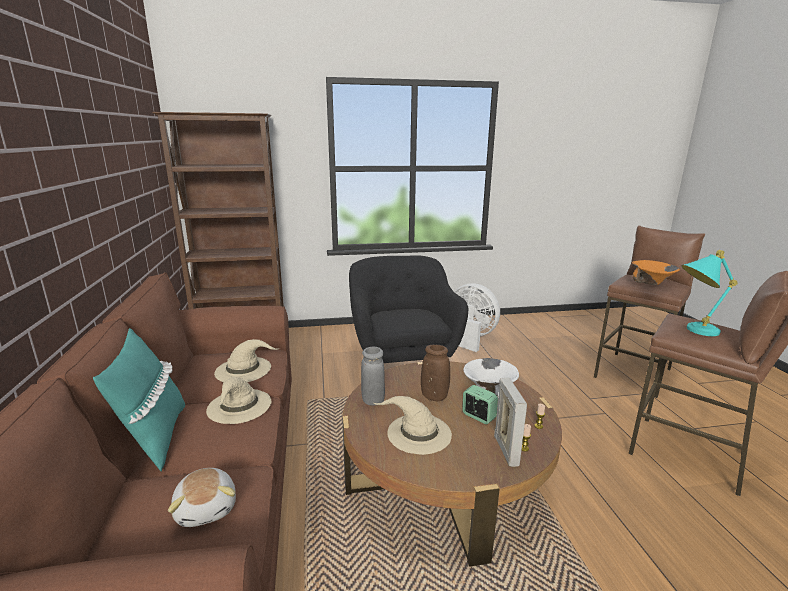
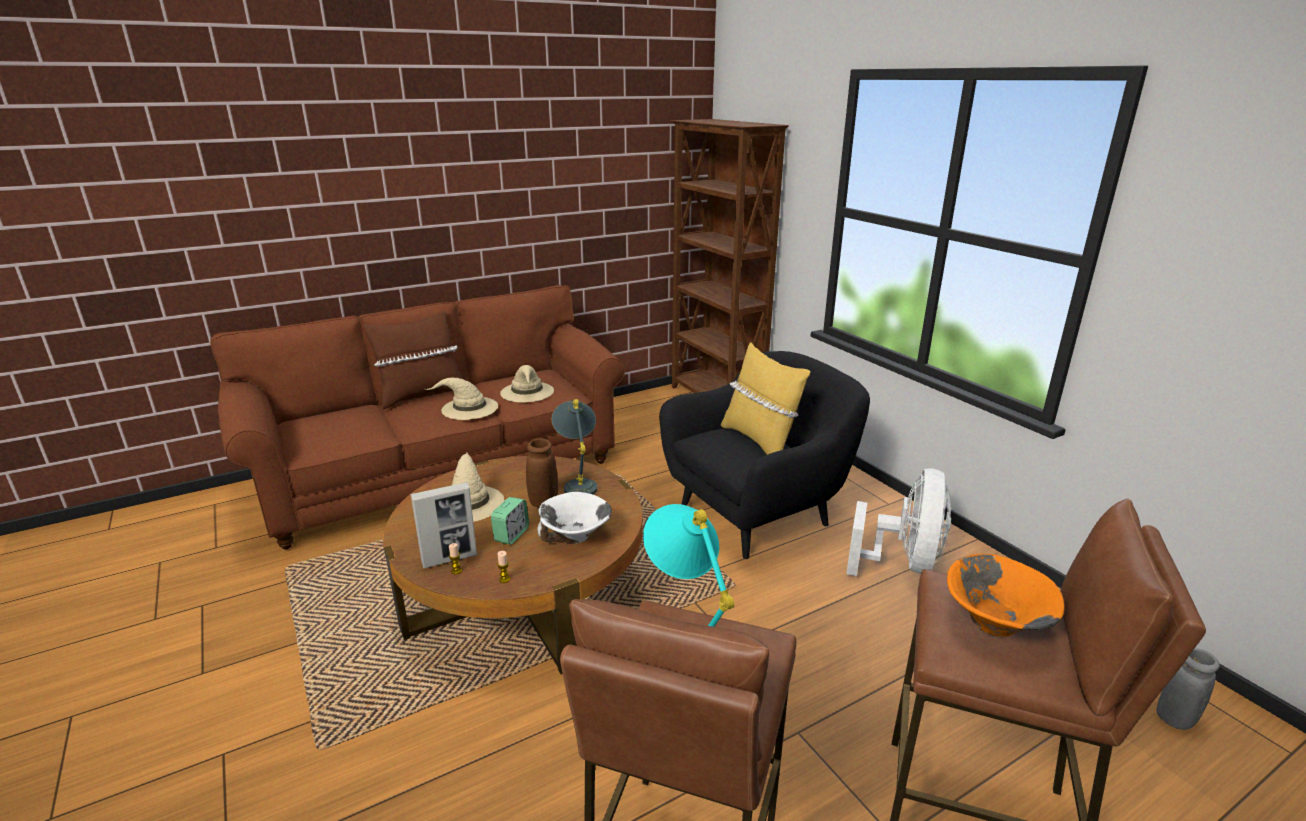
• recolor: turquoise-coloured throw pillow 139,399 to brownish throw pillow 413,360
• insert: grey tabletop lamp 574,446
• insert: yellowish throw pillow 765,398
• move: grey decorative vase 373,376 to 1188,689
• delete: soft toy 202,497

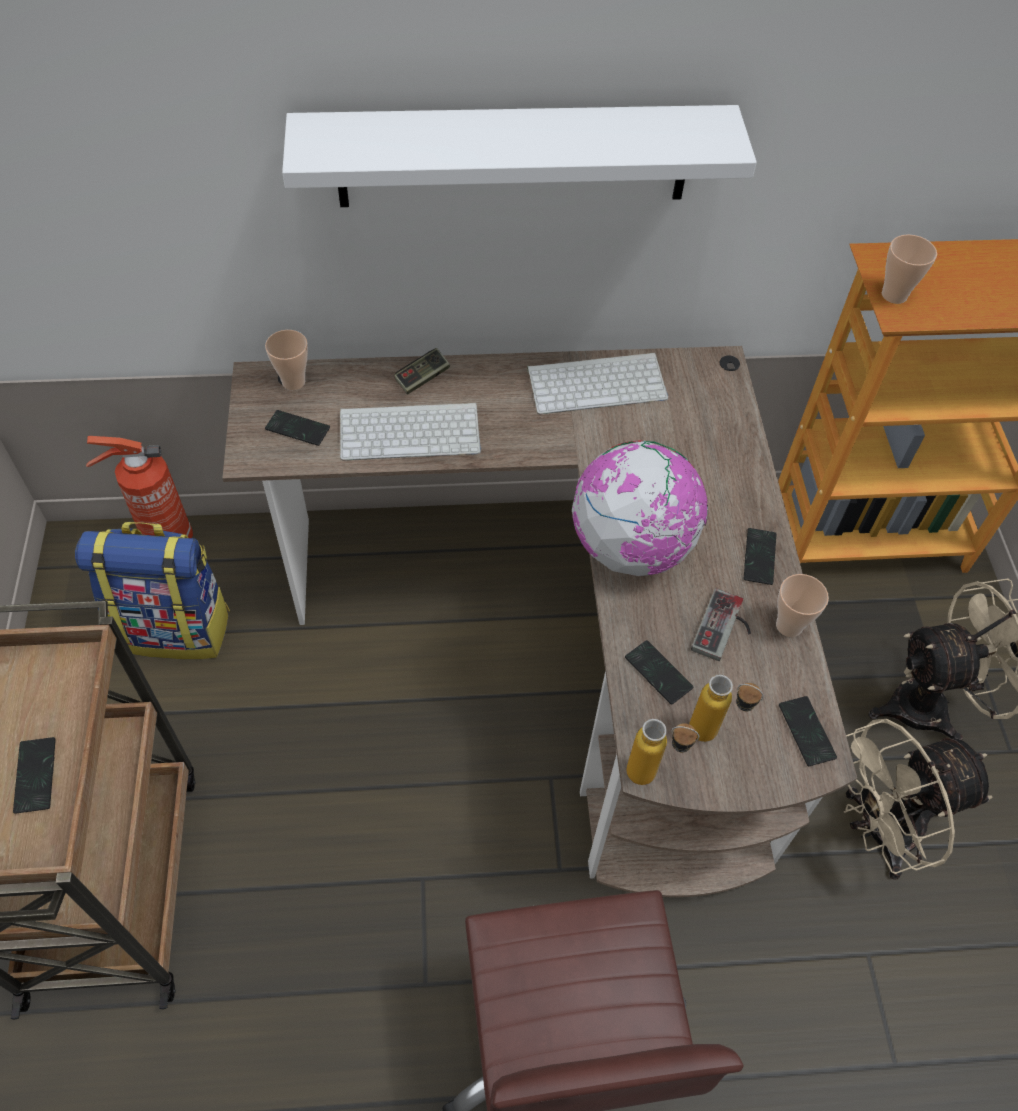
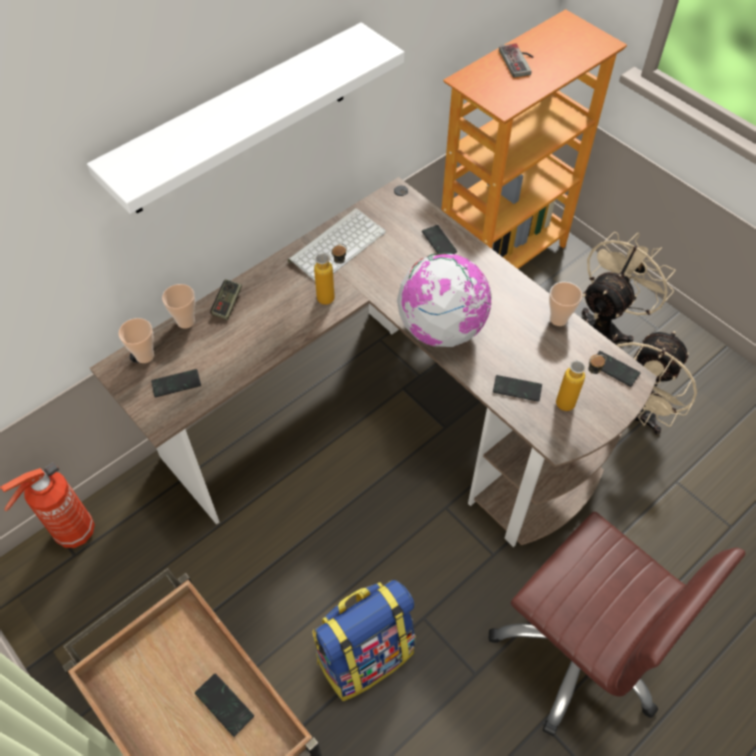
• move: small cup 909,269 to 178,306
• move: knapsack 152,590 to 364,641
• move: beverage bottle 662,752 to 330,274
• move: handset 760,556 to 439,240
• move: game controller 721,624 to 516,61
• delete: computer keyboard 410,432

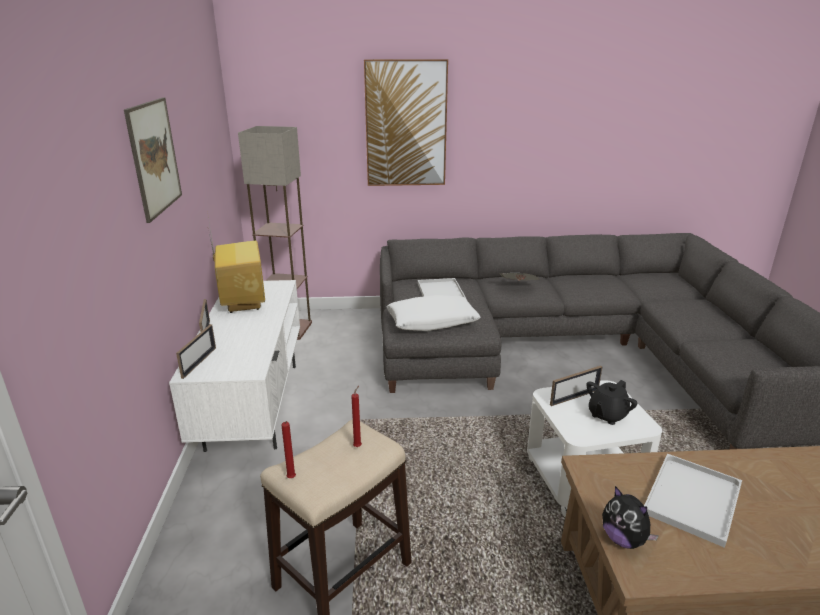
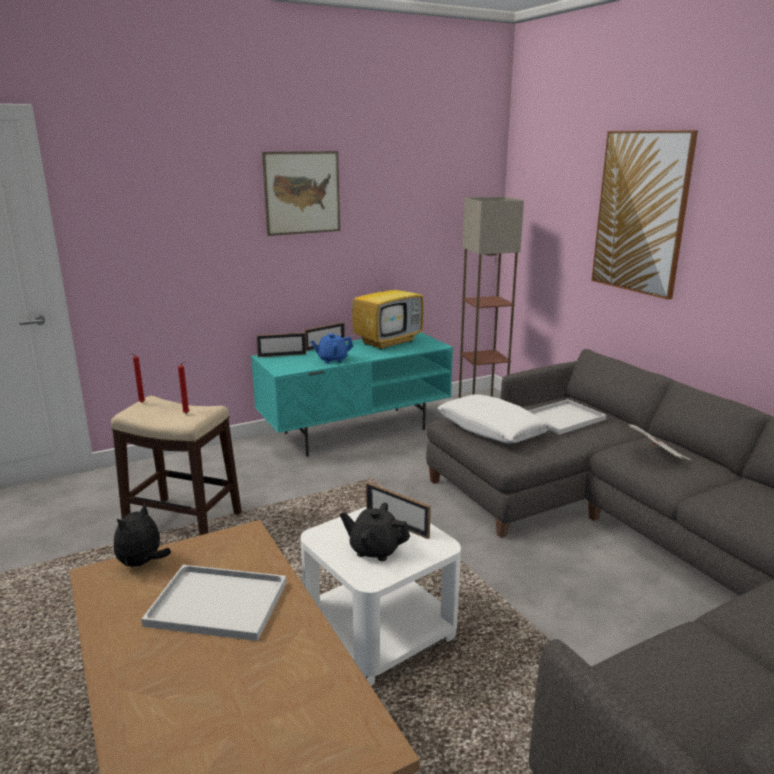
• recolor: whitish tv unit 234,366 to turquoise-coloured tv unit 352,394
• insert: blue-coloured tea pot 331,349

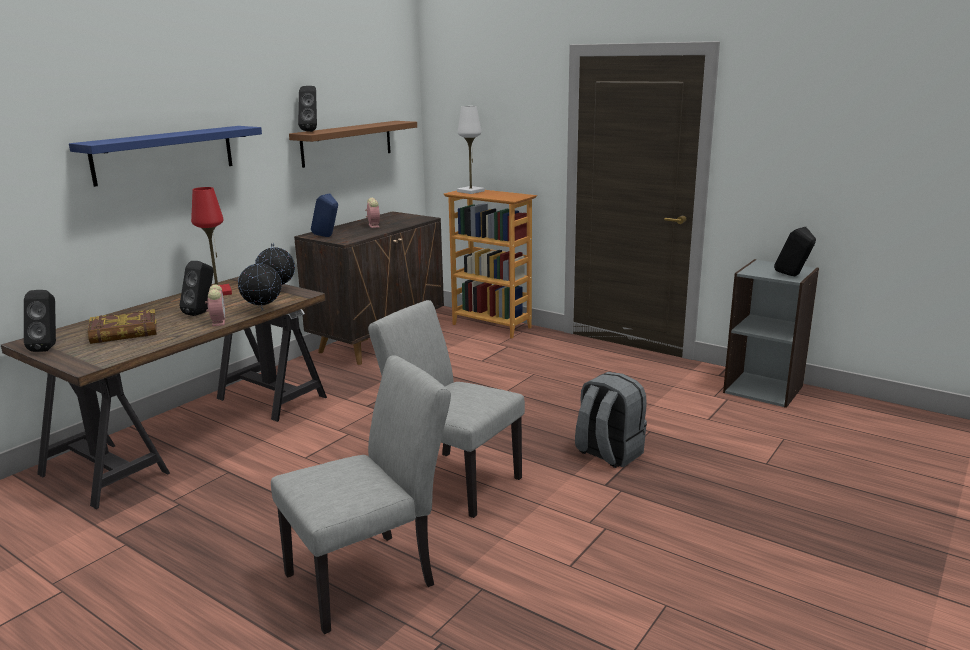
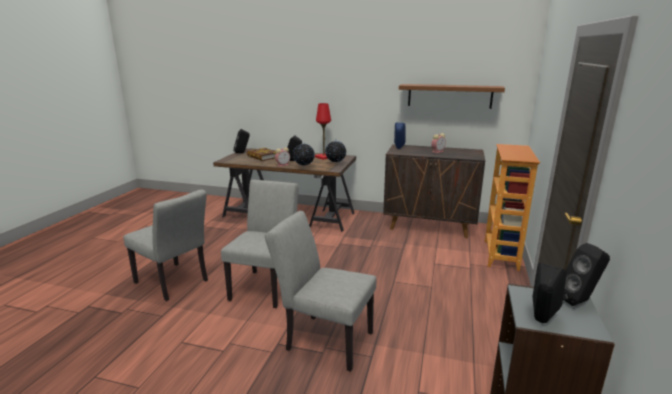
• replace: grey knapsack 611,420 to grey plain chair 320,291
• move: black speaker 307,109 to 586,274
• delete: blue-coloured shelf 165,156
• delete: whitish tabletop lamp 471,150

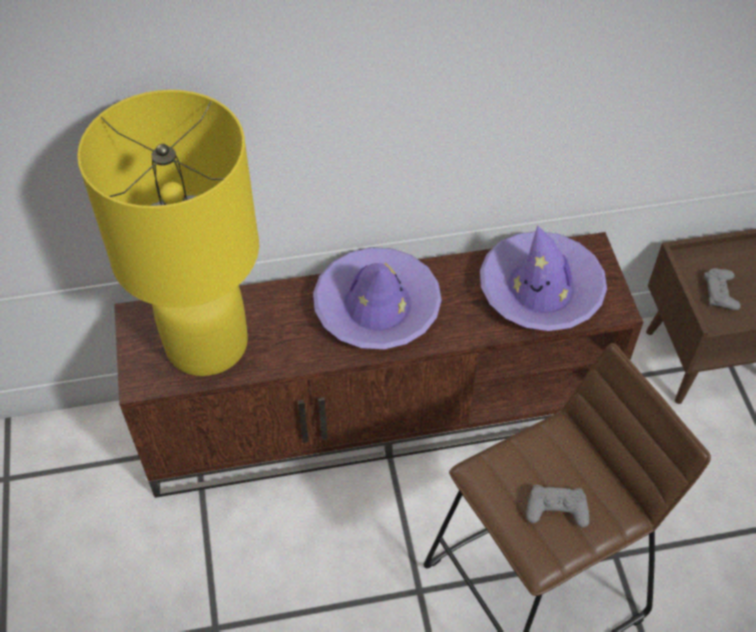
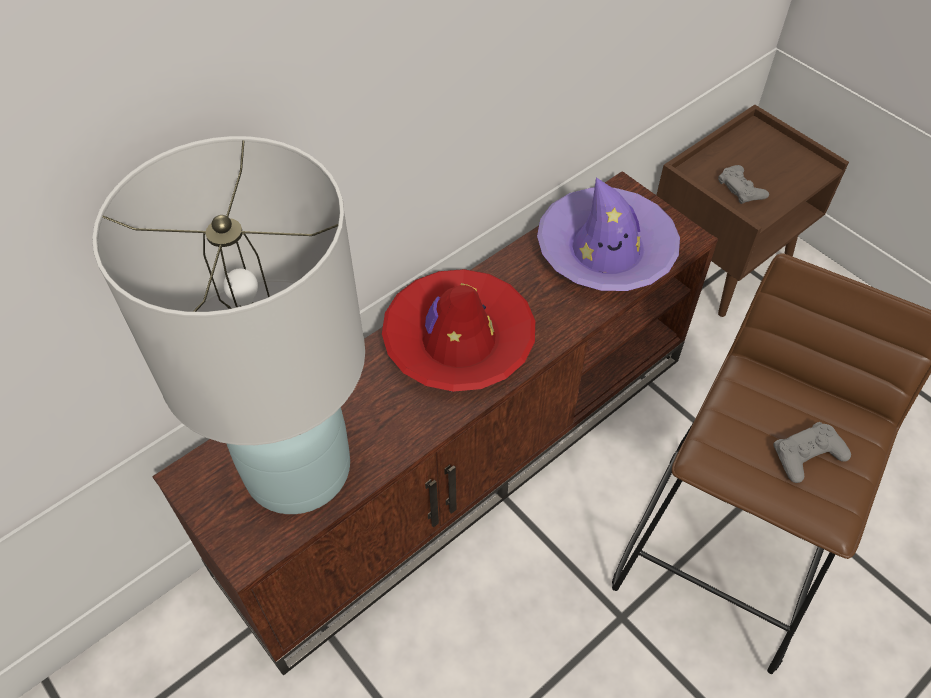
• recolor: yellowish tabletop lamp 168,233 to whitish tabletop lamp 228,325
• recolor: purple-coloured clothing hat 377,298 to reddish clothing hat 458,330

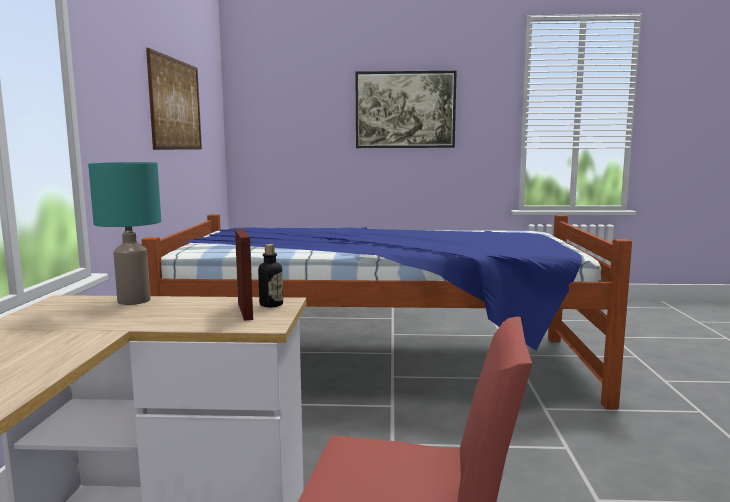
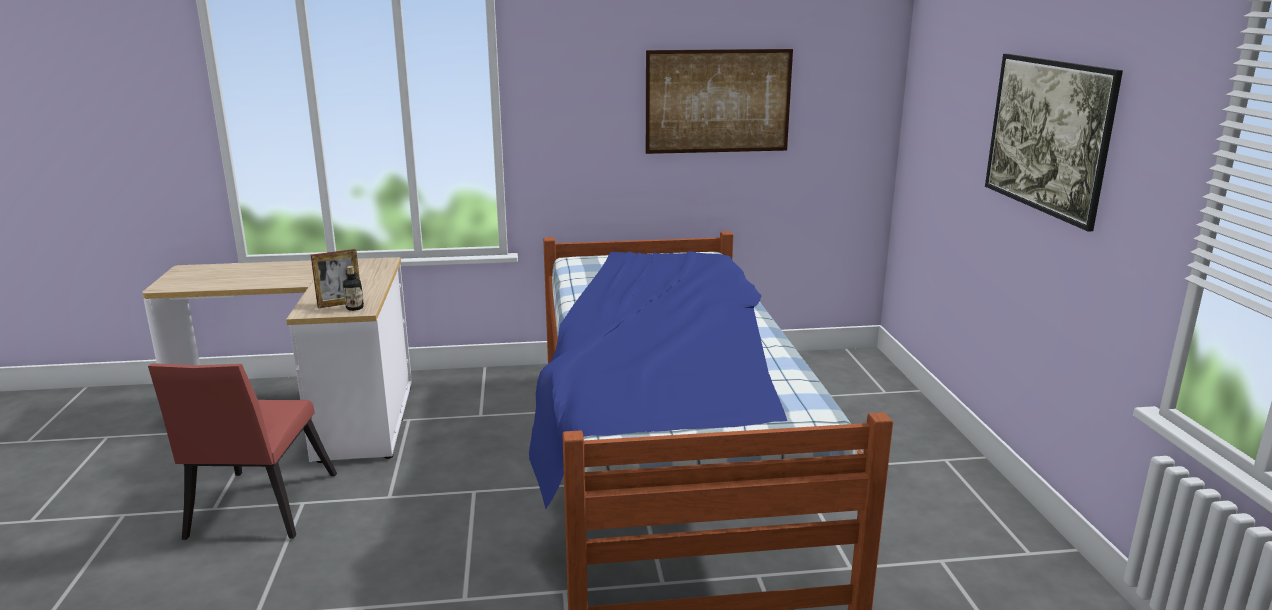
• delete: turquoise-coloured tabletop lamp 124,233

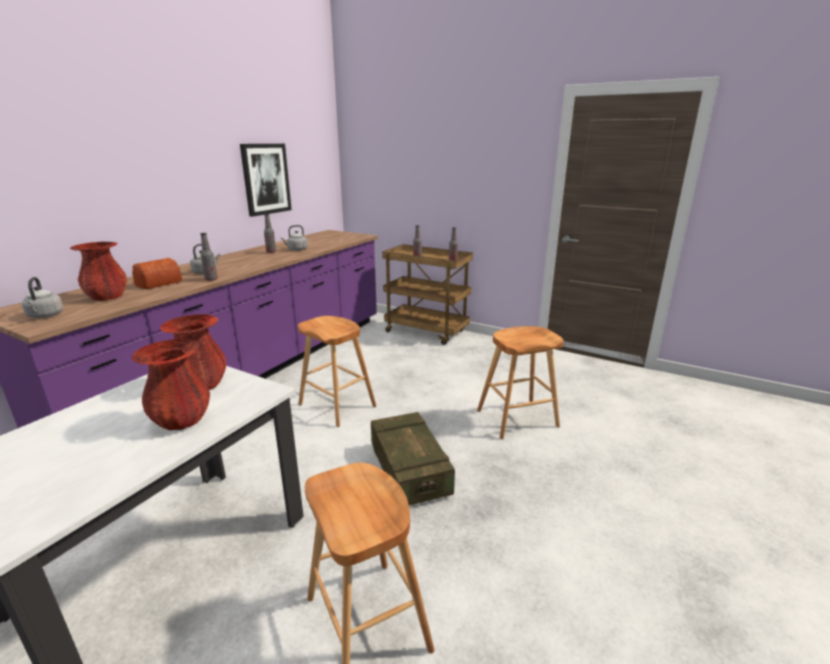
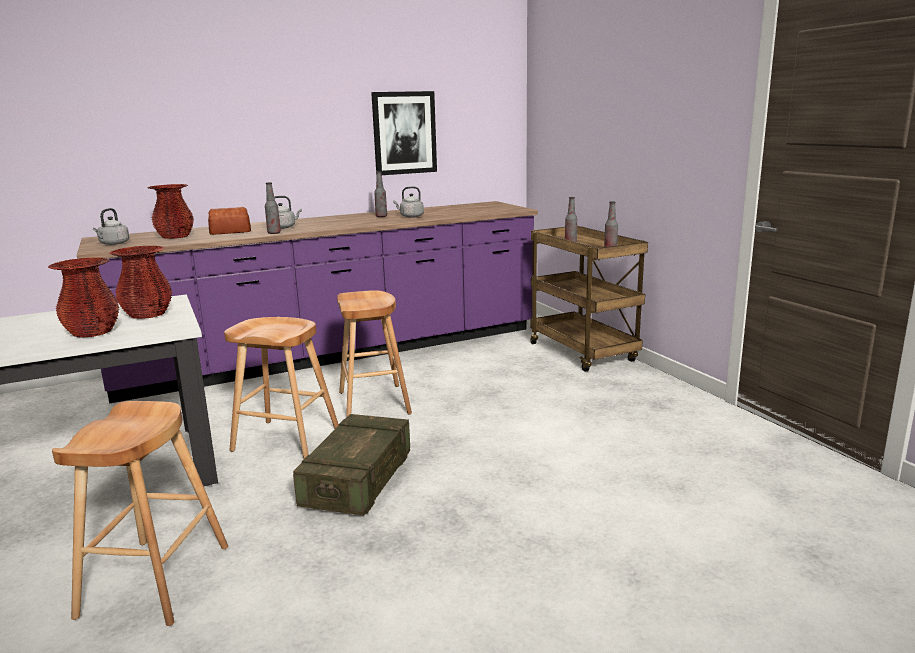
• move: brownish stool 520,382 to 281,388

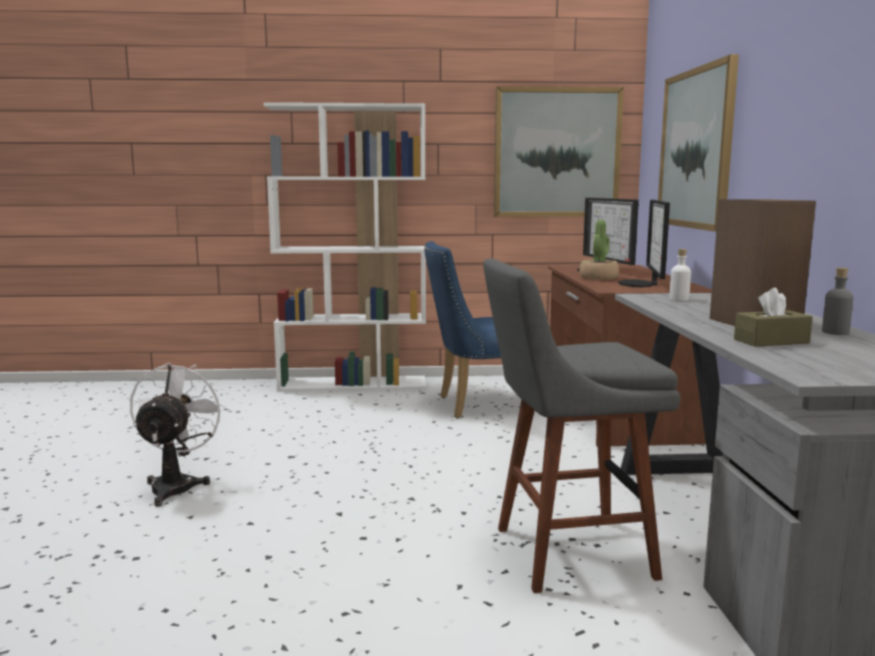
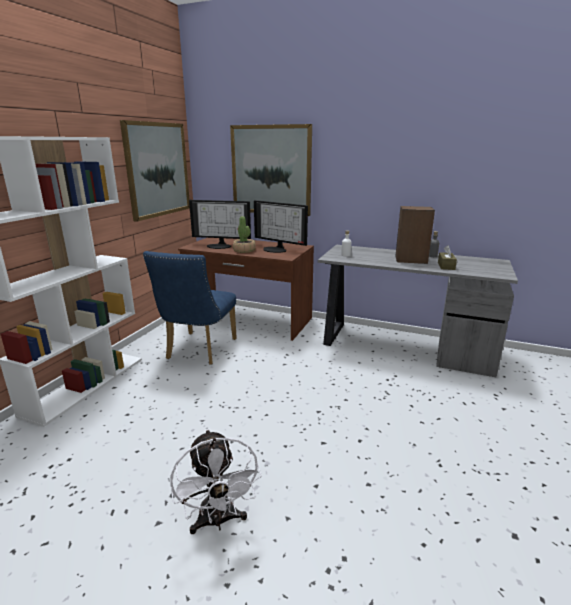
• rotate: whitish electric fan 178,434 = 216,481 135 degrees counterclockwise
• delete: grey stool 581,425

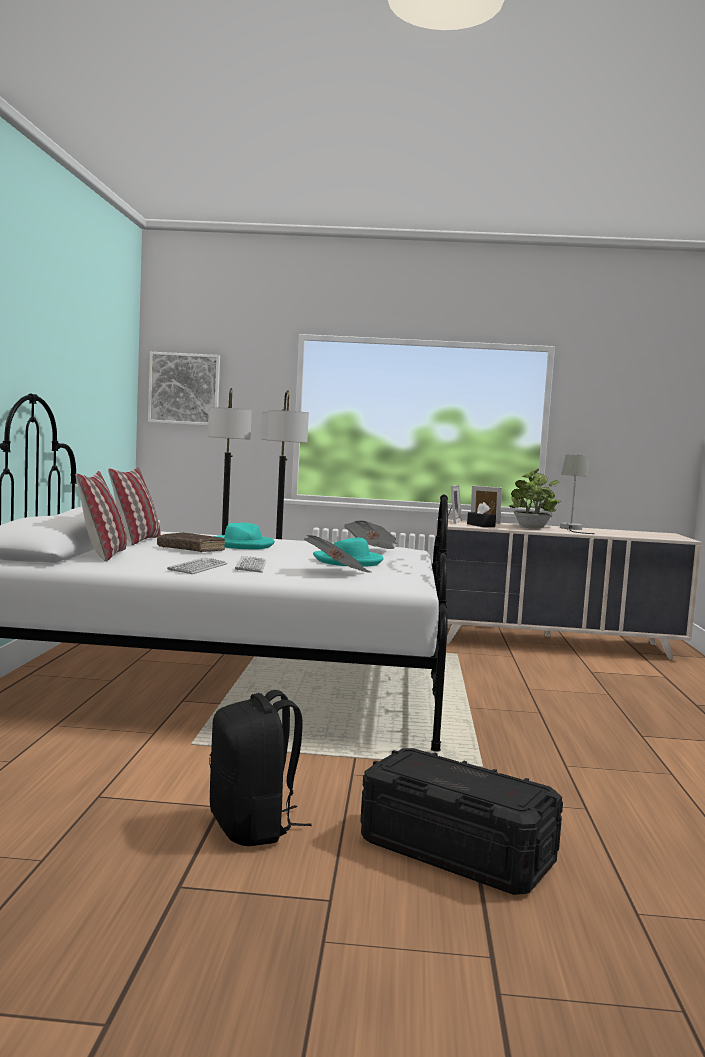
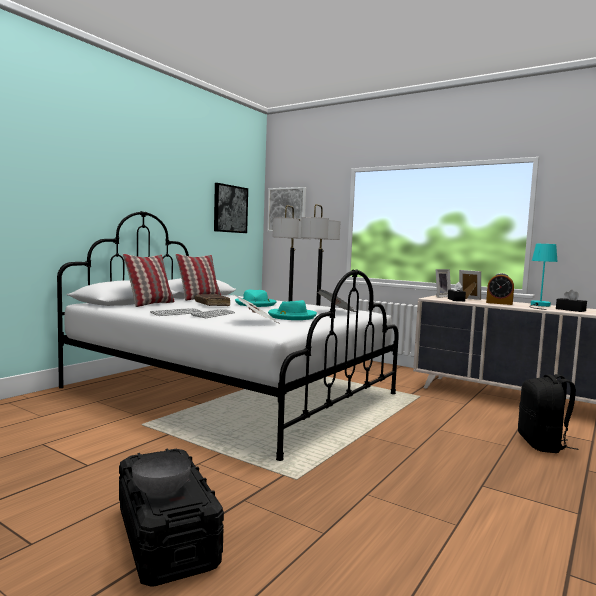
• insert: grey deep dish 161,474
• insert: wall art 231,208
• replace: houseplant 535,499 to table clock 500,289
• move: black knapsack 260,768 to 548,413
• recolor: grey tabletop lamp 577,494 to turquoise-coloured tabletop lamp 543,277
• insert: black box of tissues 571,301

